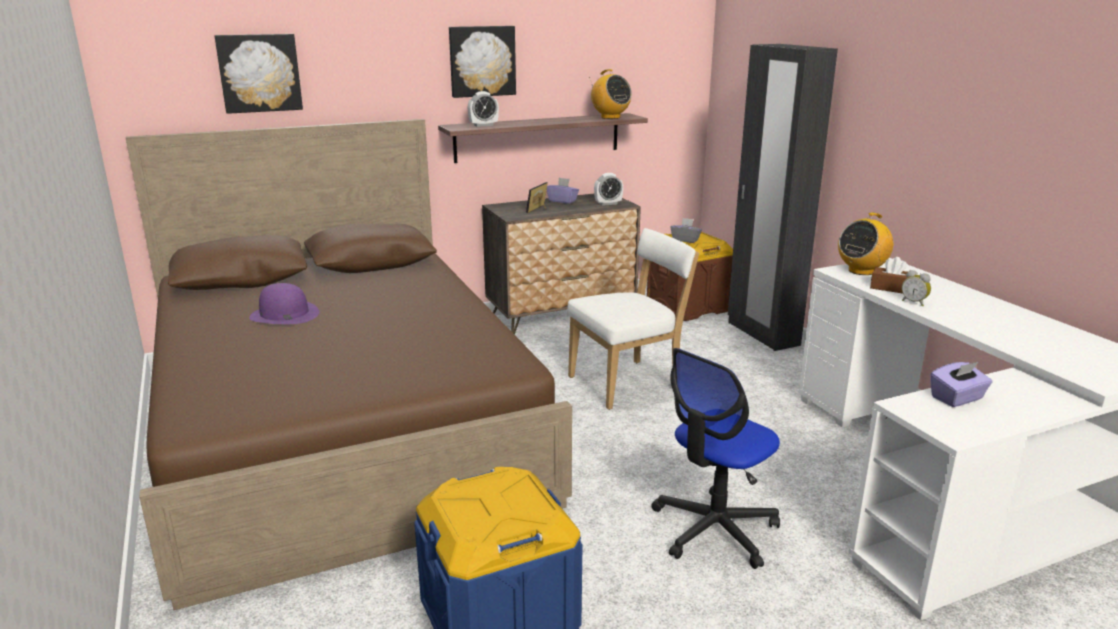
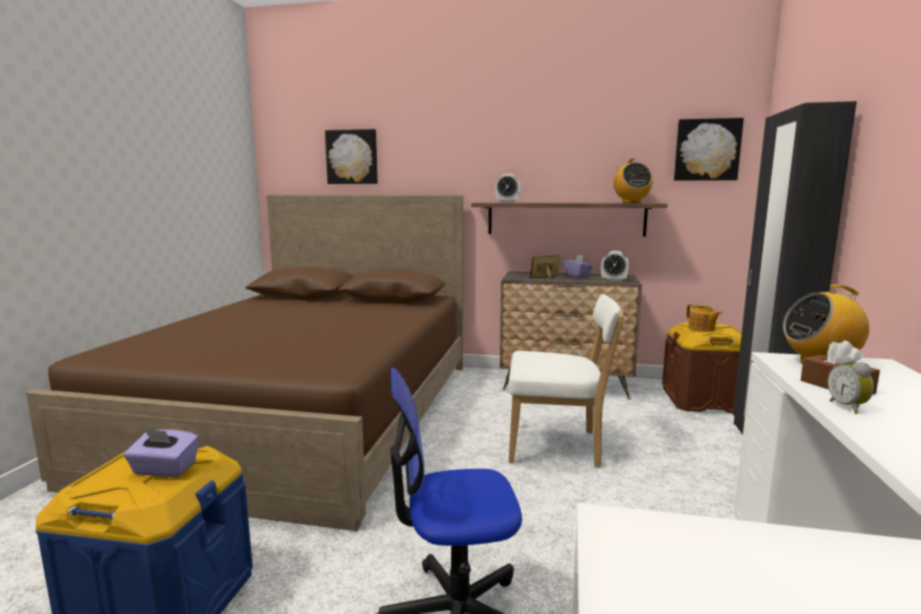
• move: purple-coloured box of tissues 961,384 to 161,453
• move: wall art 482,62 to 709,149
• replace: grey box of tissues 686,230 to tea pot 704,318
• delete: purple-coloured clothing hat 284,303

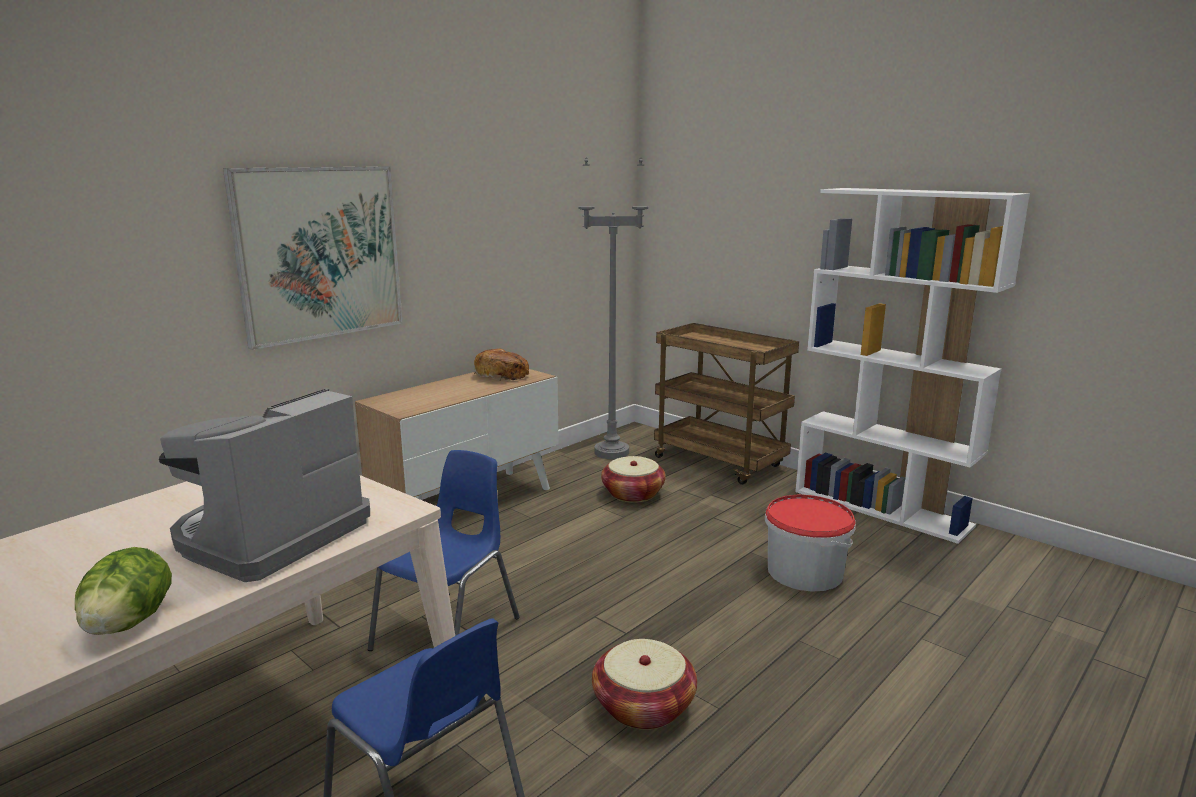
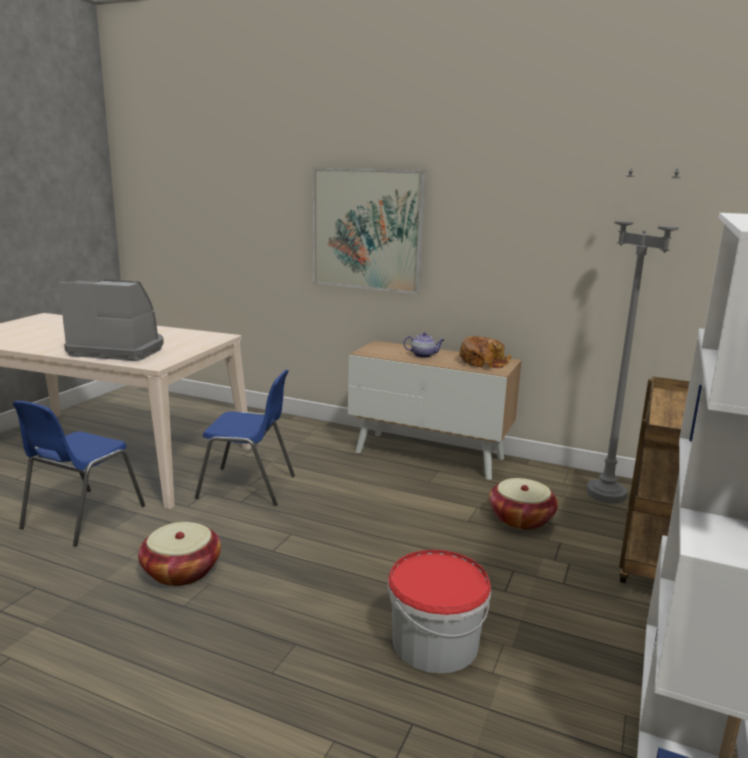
• insert: tea pot 424,345
• delete: lettuce 123,591

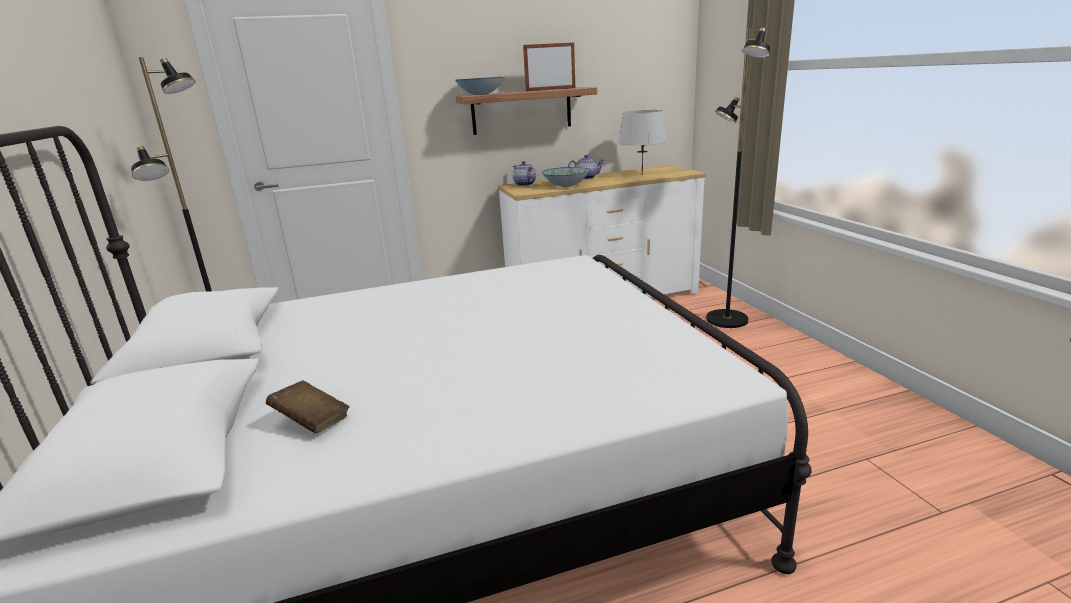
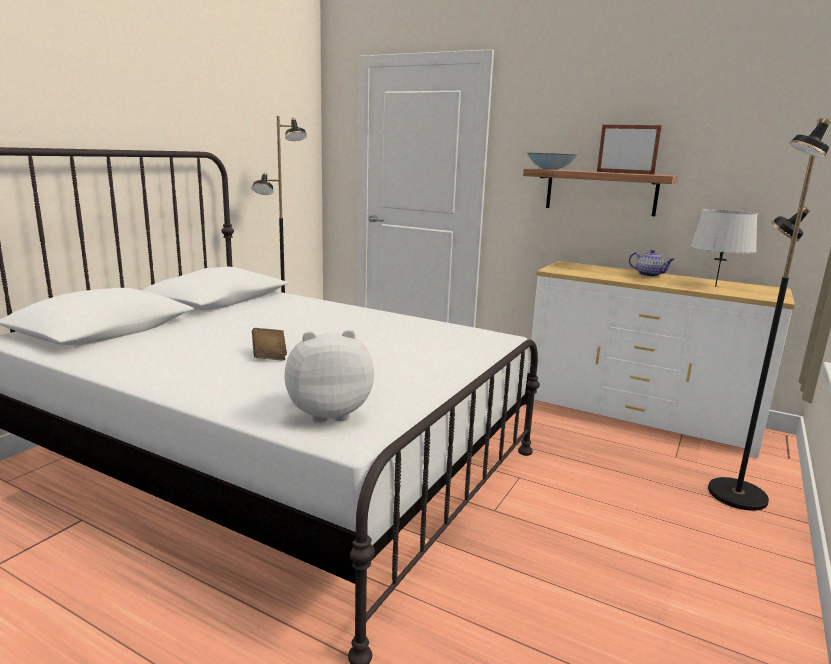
• move: brownish volume 308,406 to 269,344
• insert: soft toy 329,376
• delete: tea pot 524,173
• delete: deep dish 566,177

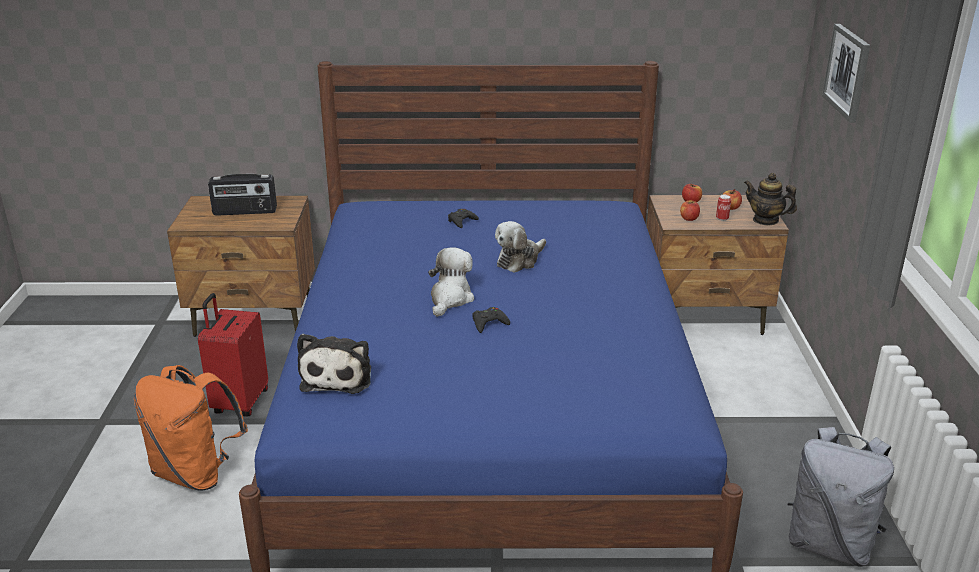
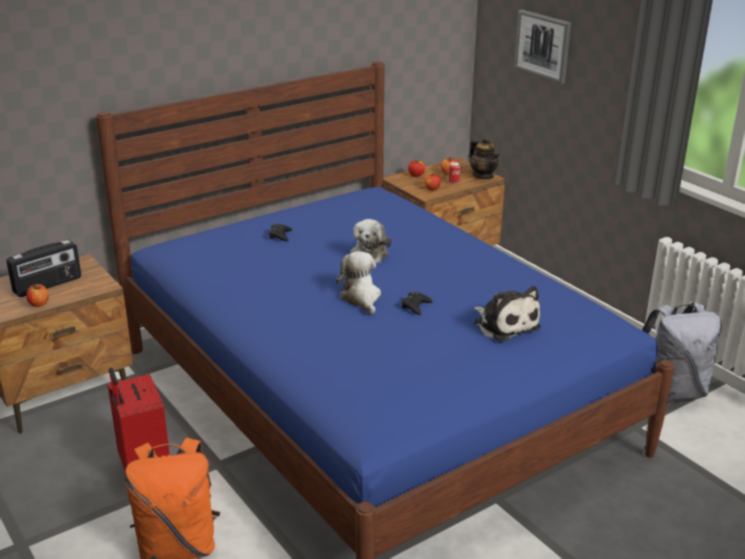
• insert: apple 37,295
• rotate: tea pot 770,199 = 484,158 120 degrees counterclockwise
• move: soft toy 334,364 to 507,314

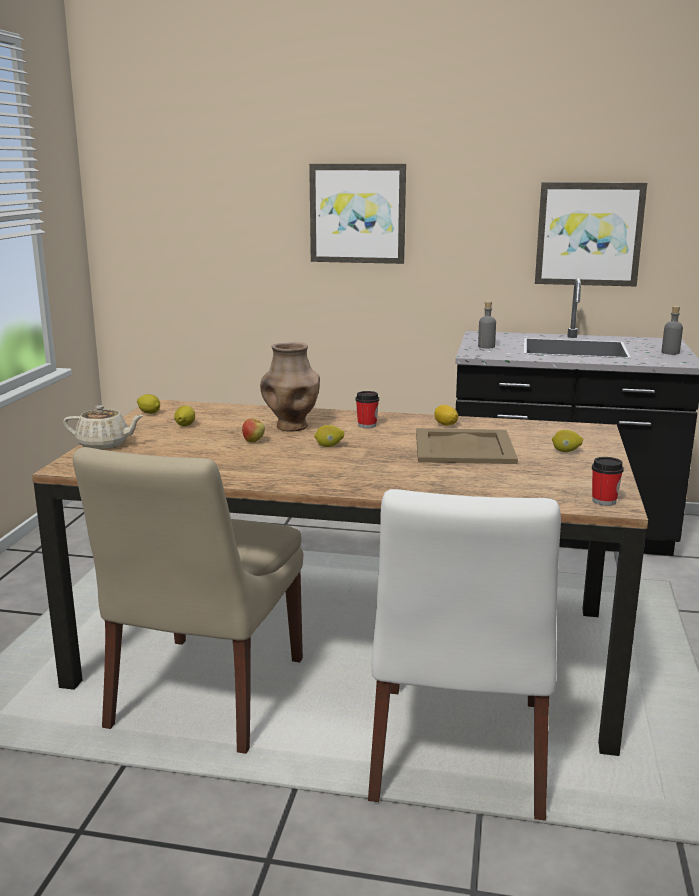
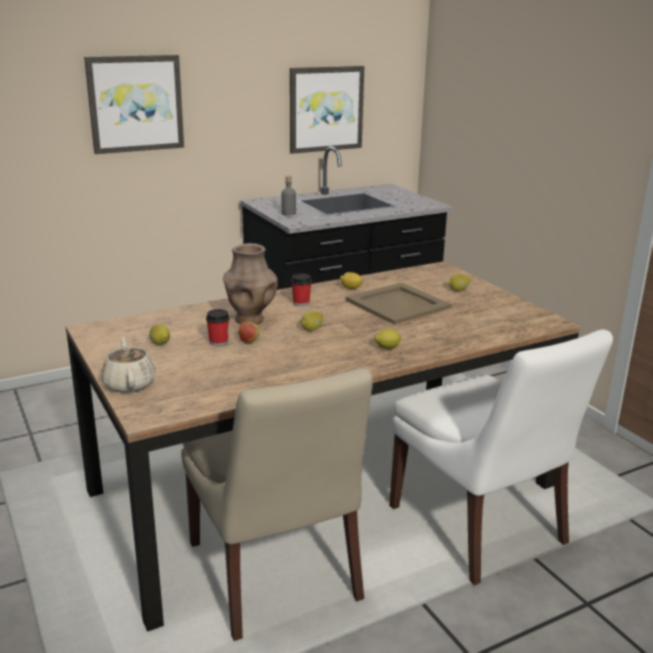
• rotate: beige-coloured tea pot 103,427 = 128,365 75 degrees counterclockwise
• move: small cup 608,481 to 218,328
• move: whole lemon 148,404 to 387,339
• delete: grey beverage bottle 672,330

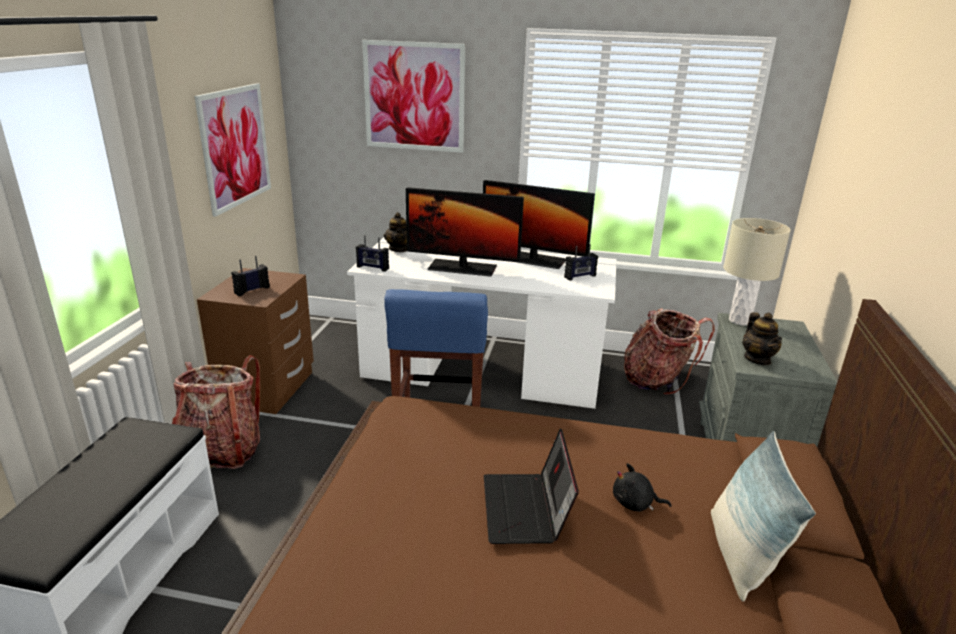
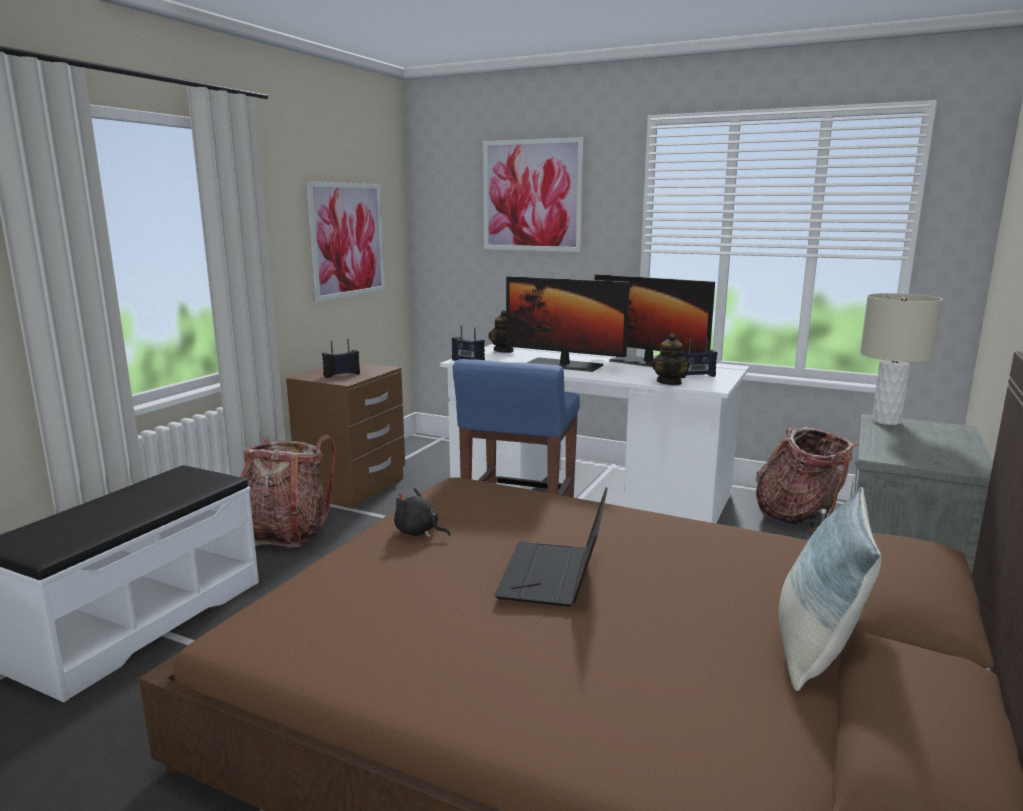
• move: black soft toy 642,487 to 422,513
• move: tea pot 762,338 to 670,359

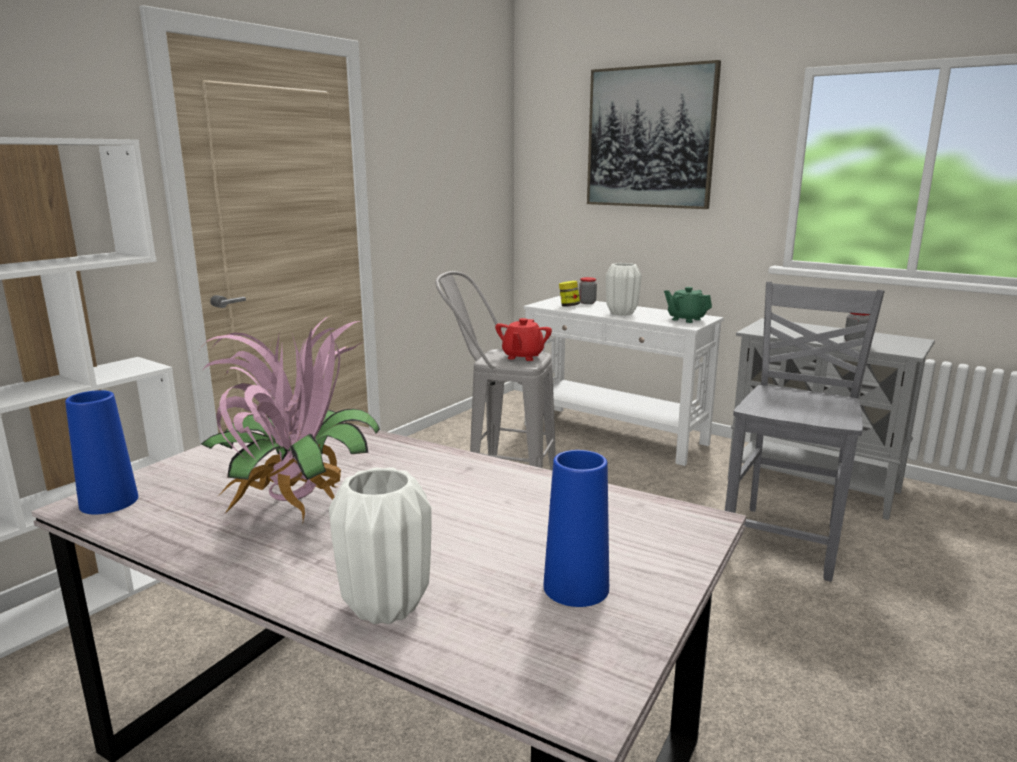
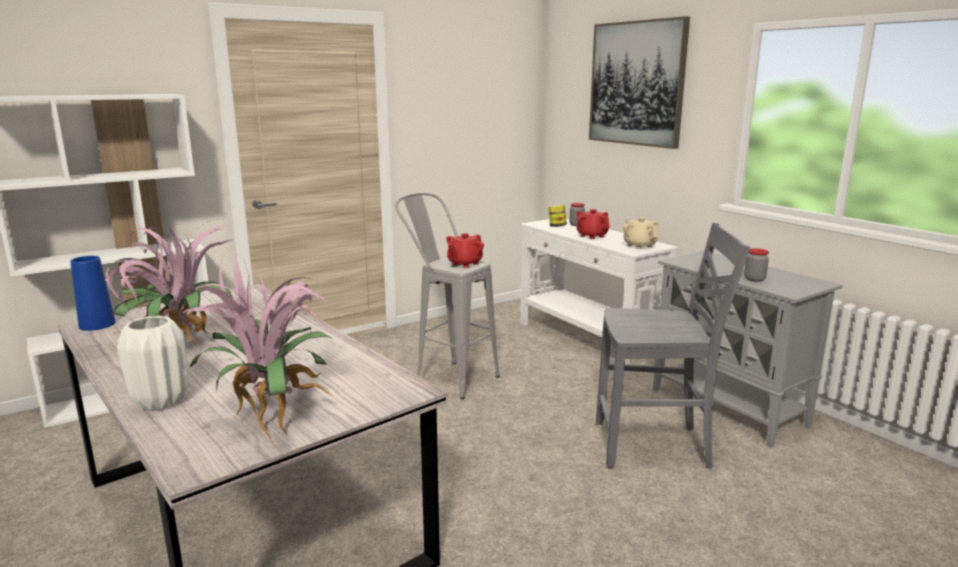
• replace: blue-coloured decorative vase 576,528 to houseplant 257,348
• replace: whitish decorative vase 624,289 to reddish tea pot 593,224
• rotate: grey plain chair 805,432 = 673,346 45 degrees clockwise
• recolor: greenish tea pot 688,305 to beige-coloured tea pot 641,233

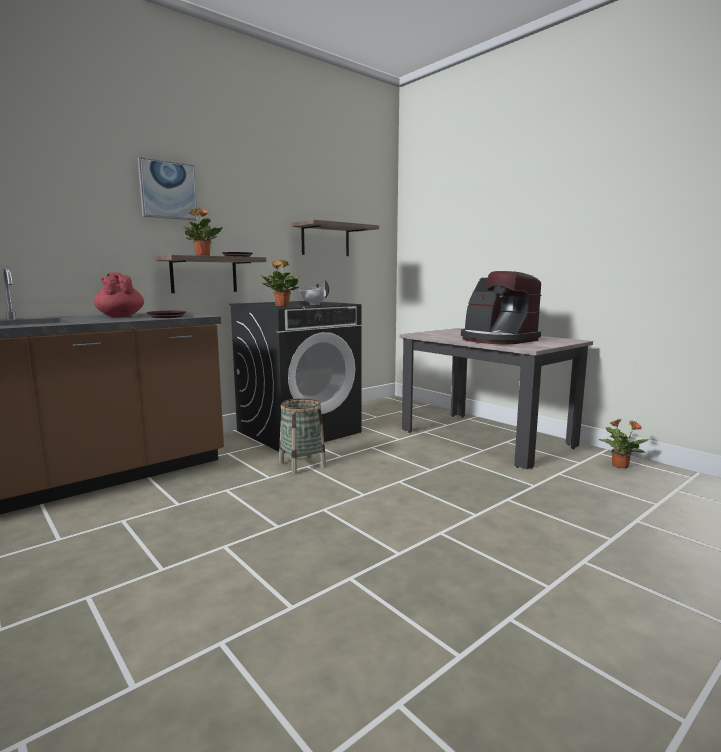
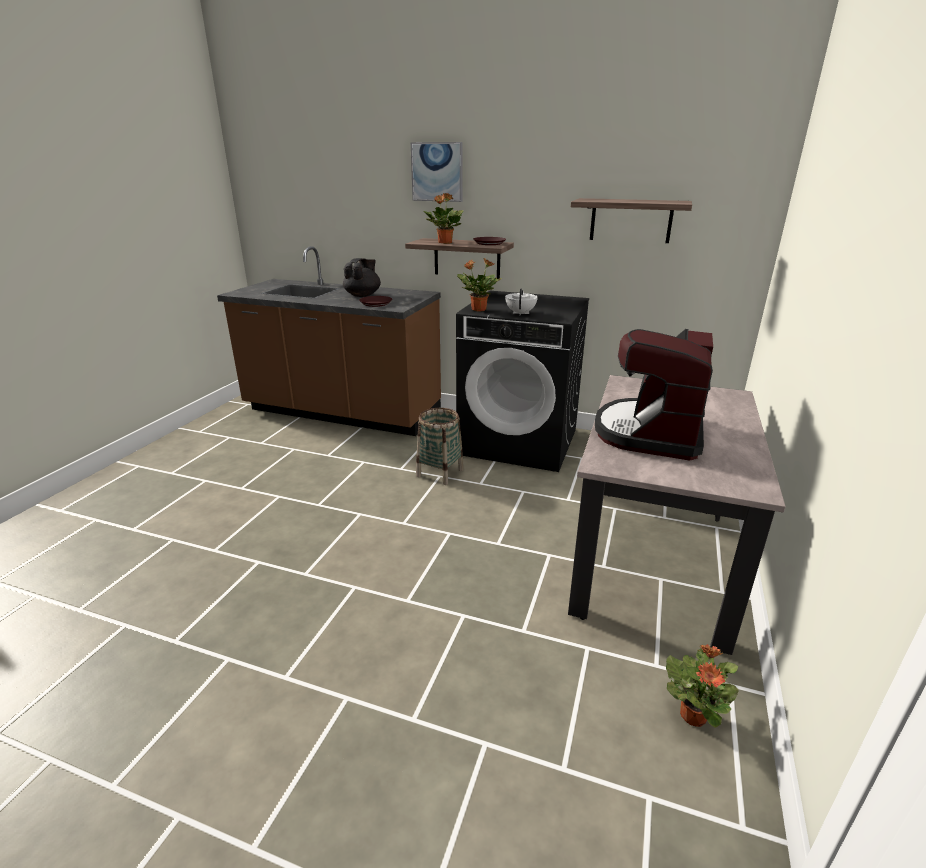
• recolor: reddish tea pot 119,295 to black tea pot 362,277

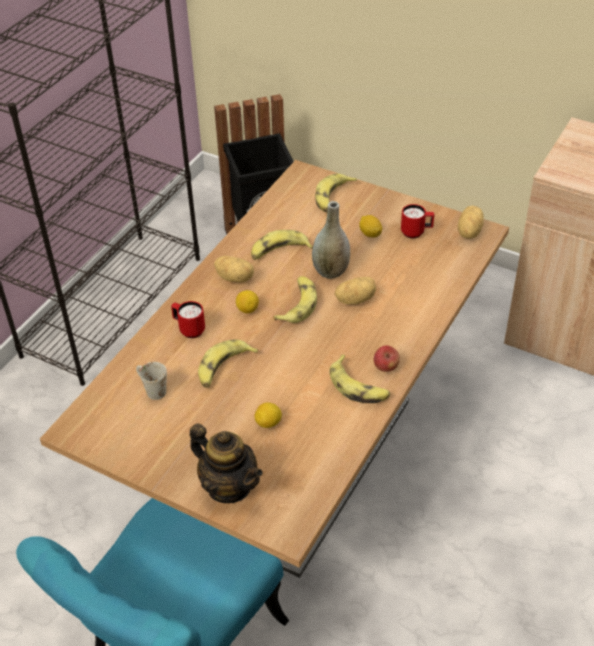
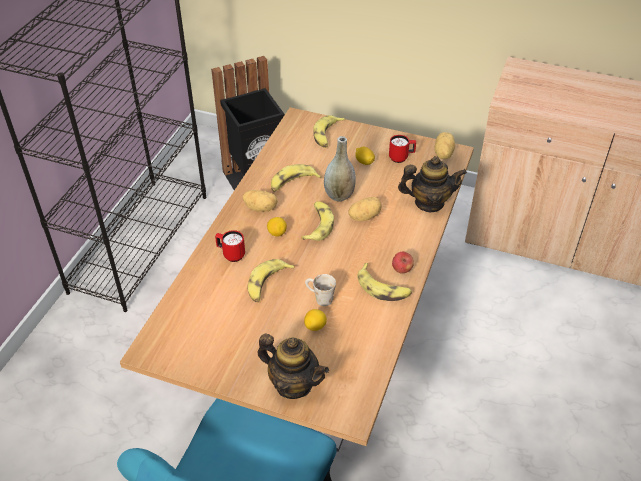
• move: whitish tea mug 151,381 to 320,290
• insert: tea pot 432,184

